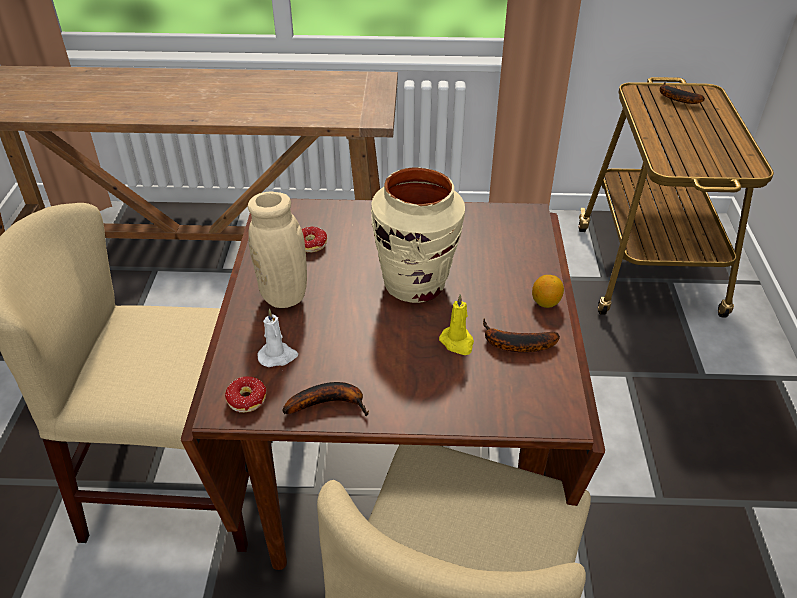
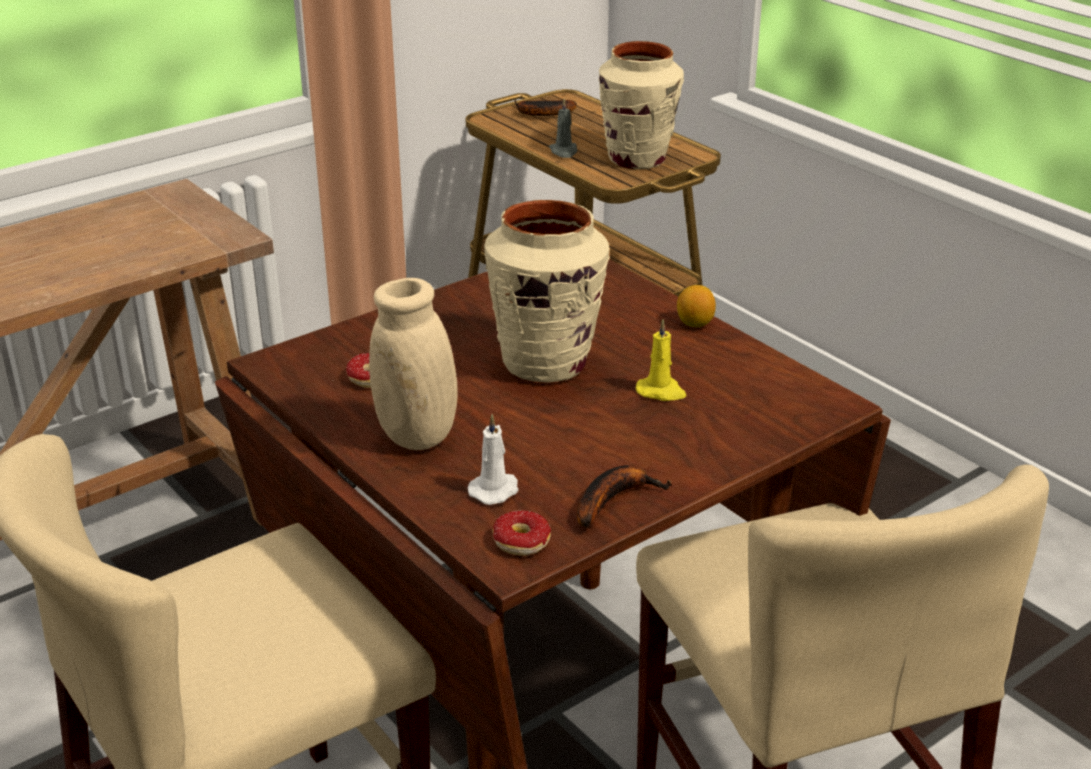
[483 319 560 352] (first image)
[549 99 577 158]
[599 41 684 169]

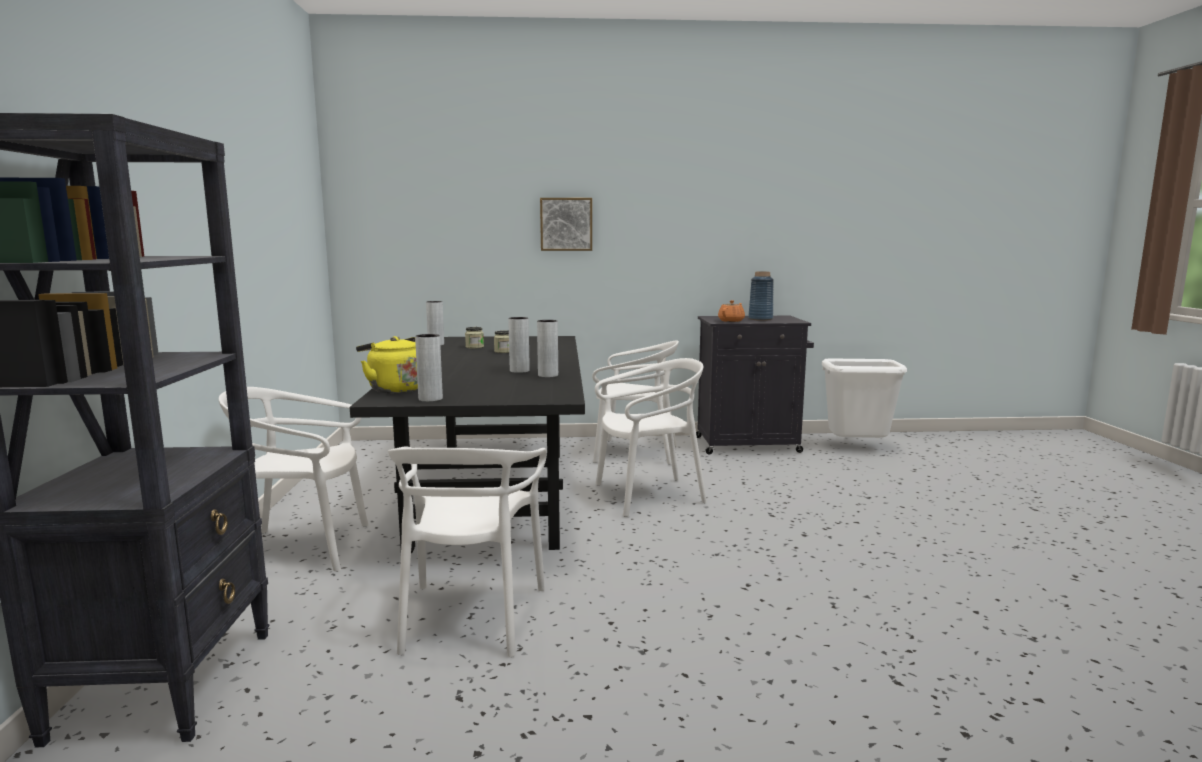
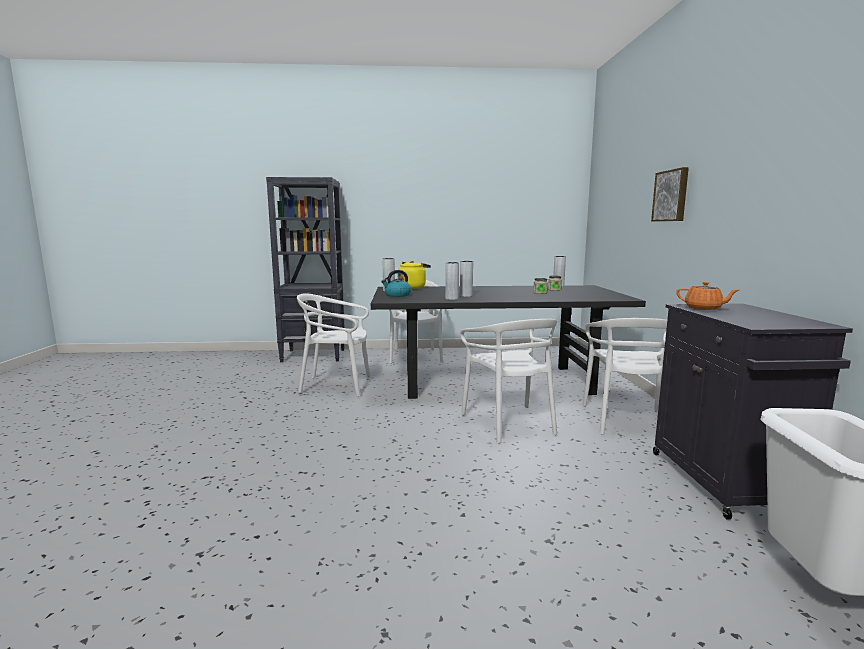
[748 271 774 321] (first image)
[381 270 411 297]

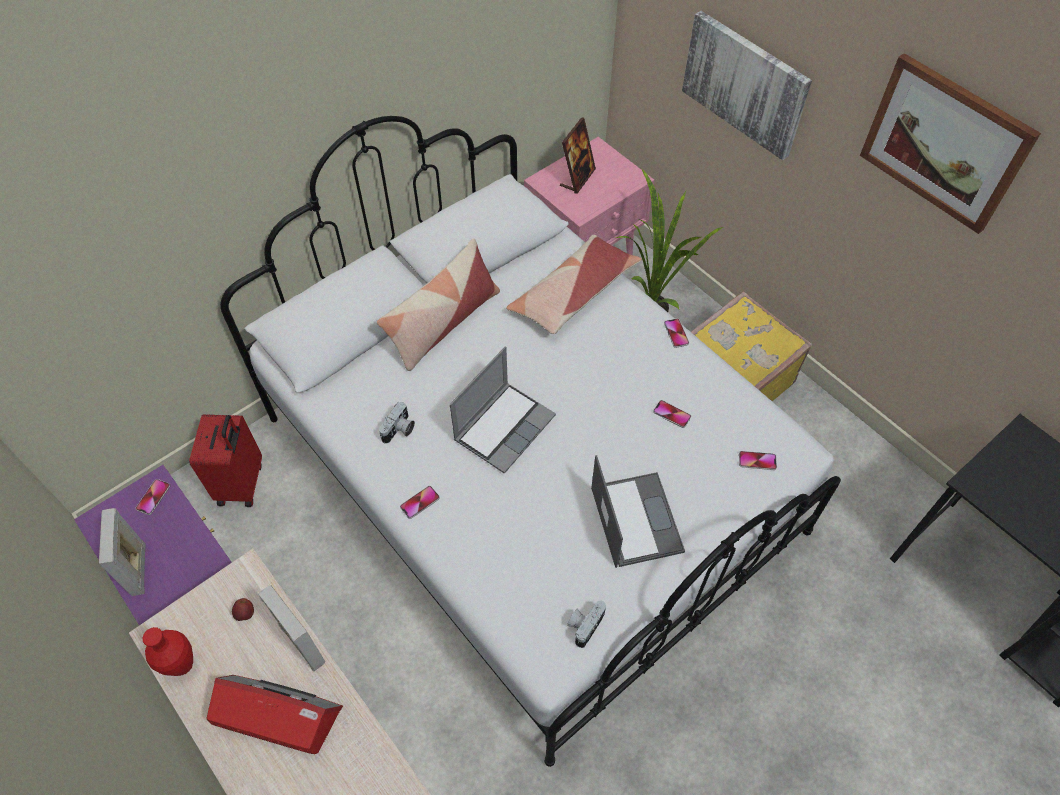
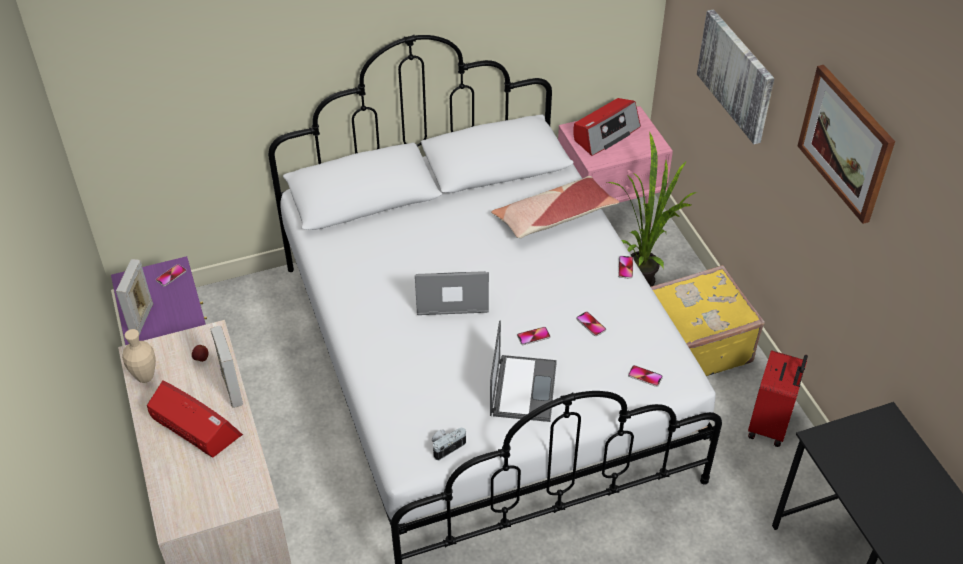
[377 238 500 371] (first image)
[379 402 415 444] (first image)
[748 350 808 447]
[517 327 550 345]
[573 98 641 156]
[122 329 156 383]
[415 271 489 315]

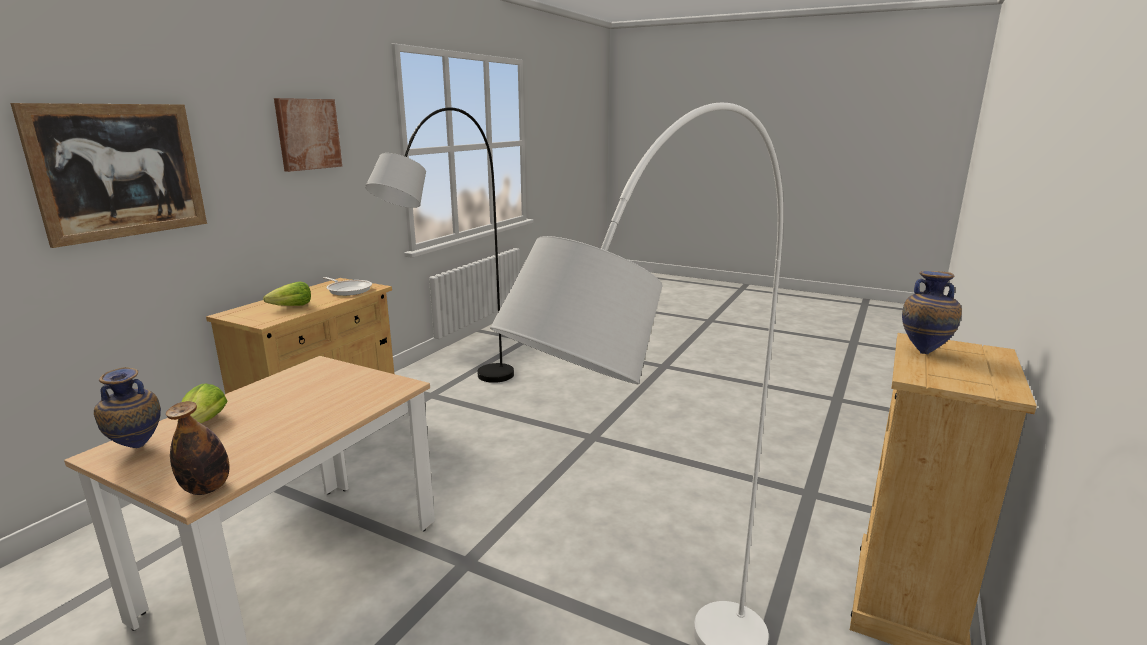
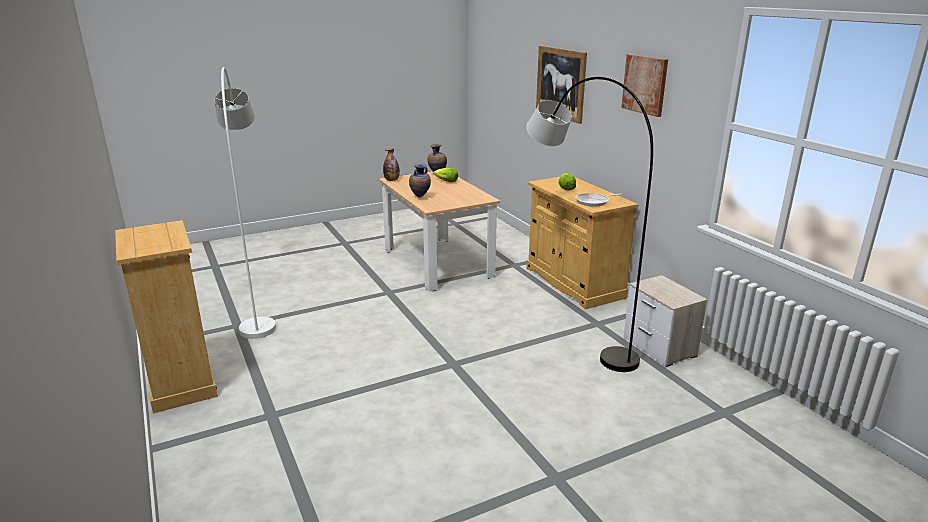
[624 275 708 367]
[409 163 431 198]

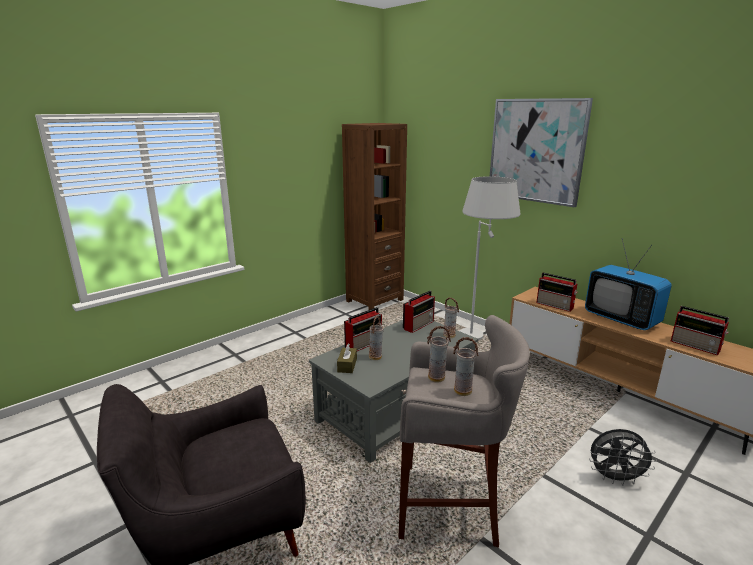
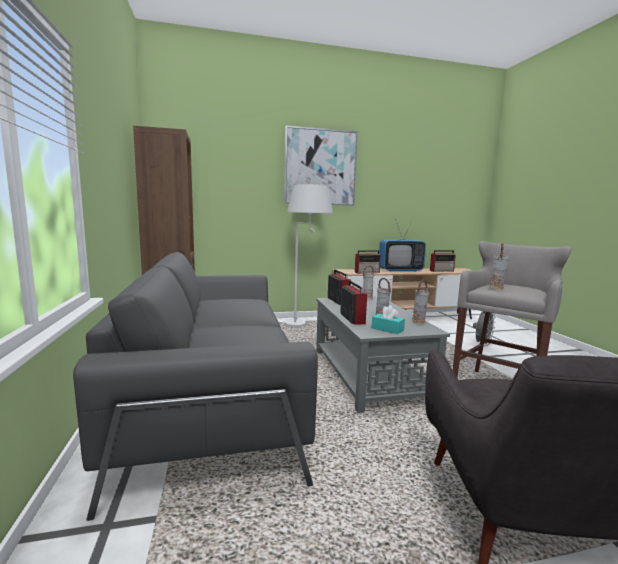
[73 252 318 521]
[412 280 429 324]
[372 305 405 334]

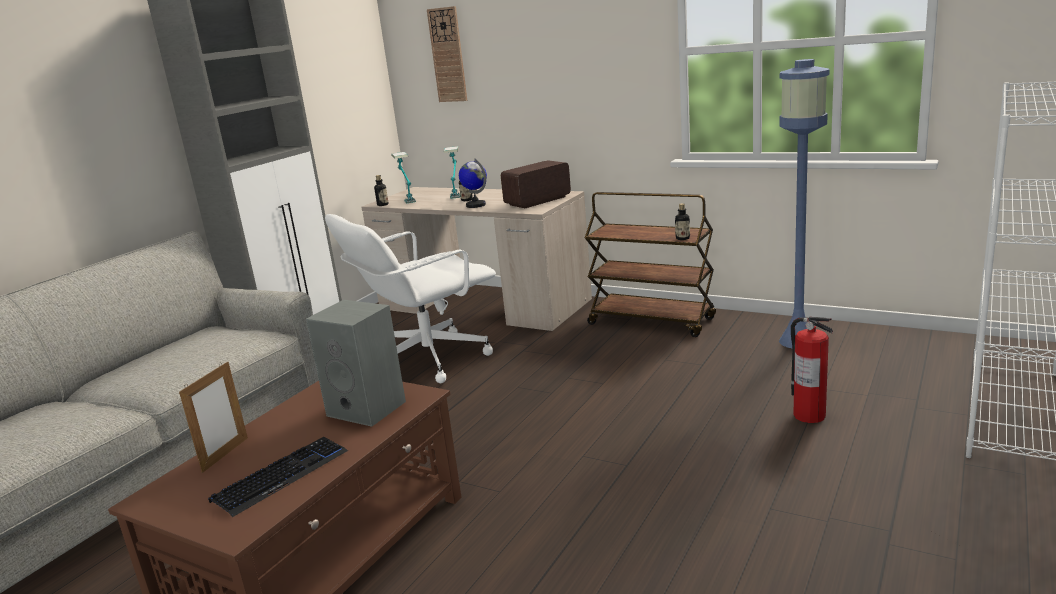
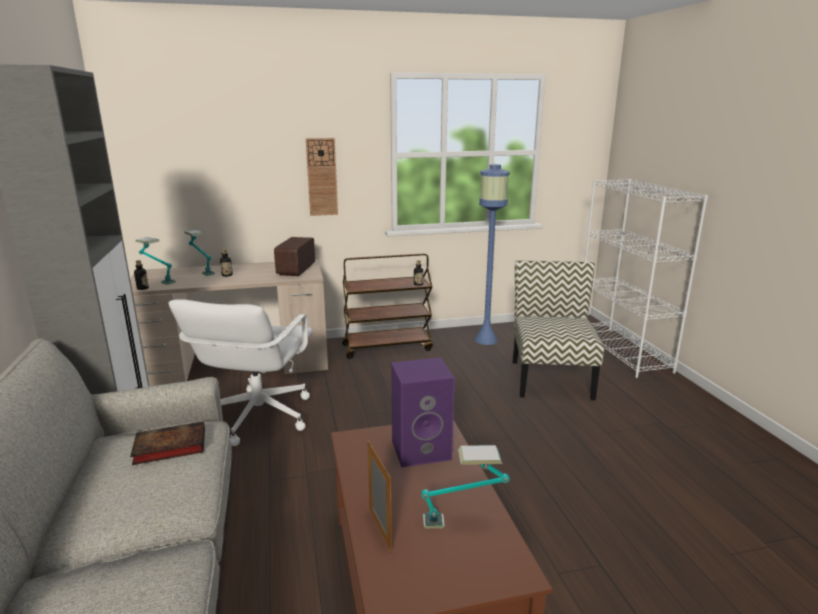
[459 159 487 208] (first image)
[130 421 205 465]
[306 138 338 216]
[421 445 510 529]
[513 261 604 400]
[391 357 455 467]

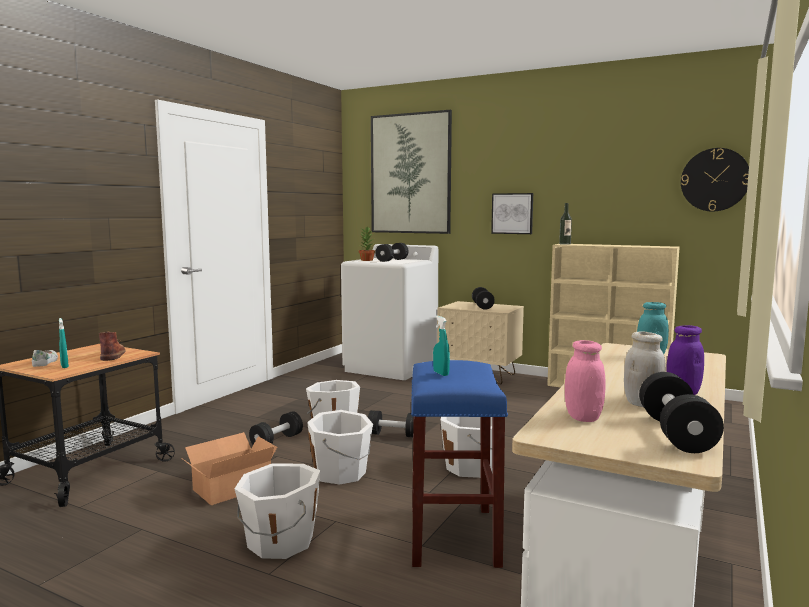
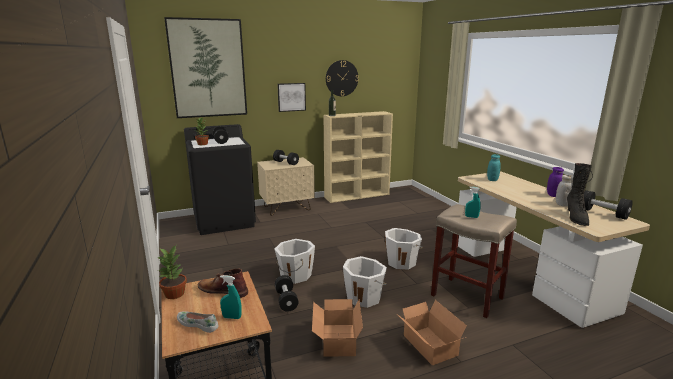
[368 410 414 437] (first image)
[157 246 187 299]
[326 60 359 96]
[398 300 467 365]
[567 163 593 226]
[184 124 256 235]
[431 204 517 318]

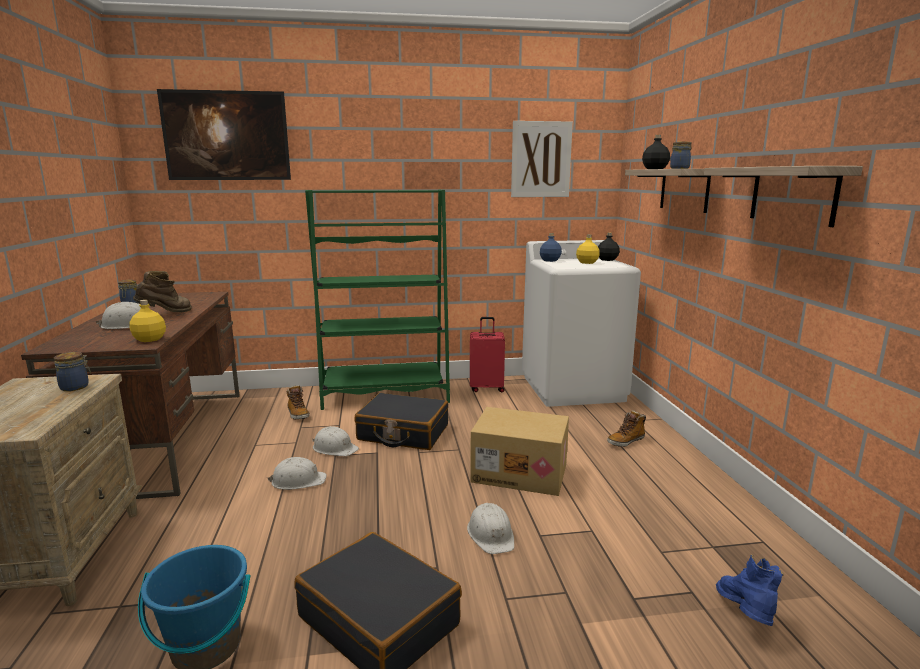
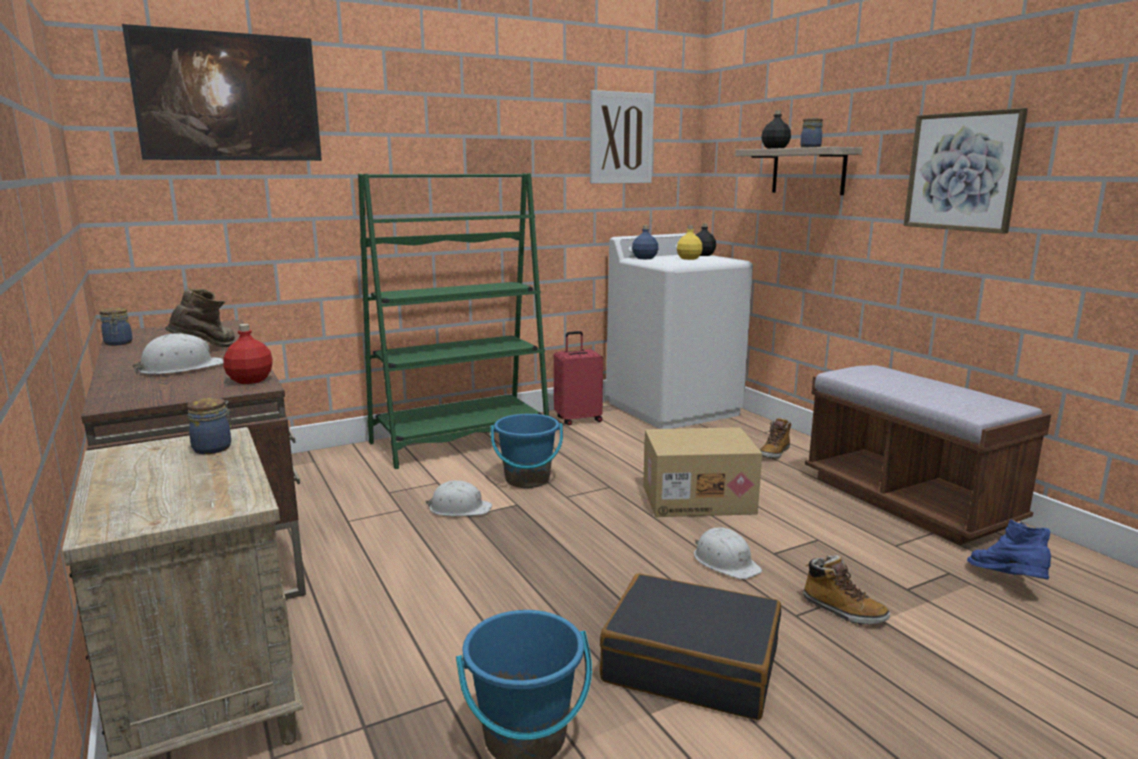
[267 457 327 490] (first image)
[805 365 1051 545]
[803 555 890 625]
[491 414 563 488]
[904 108 1028 234]
[224 324 273 384]

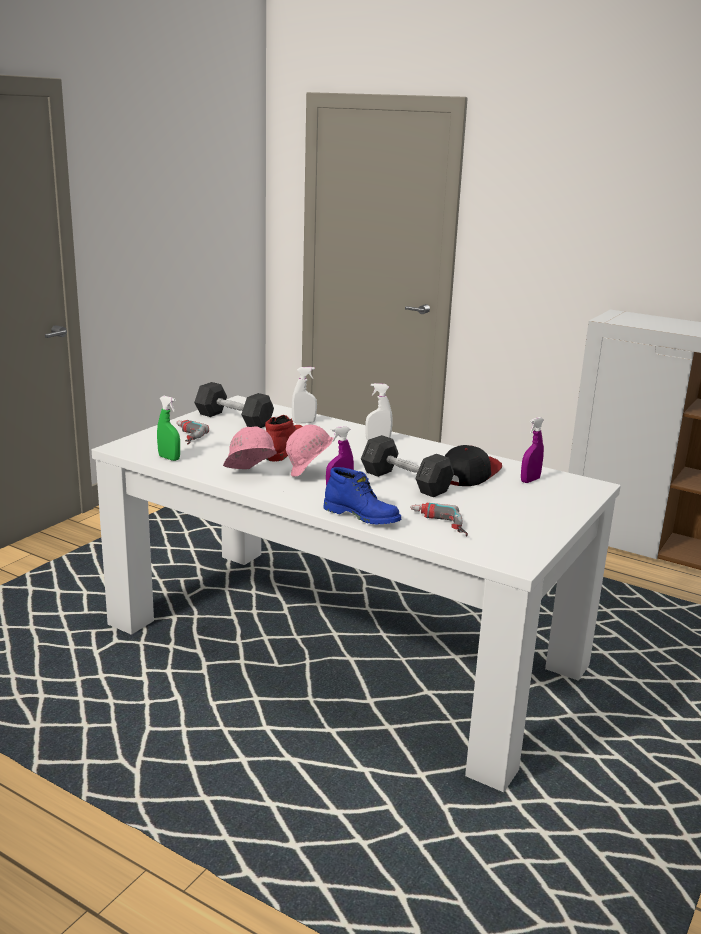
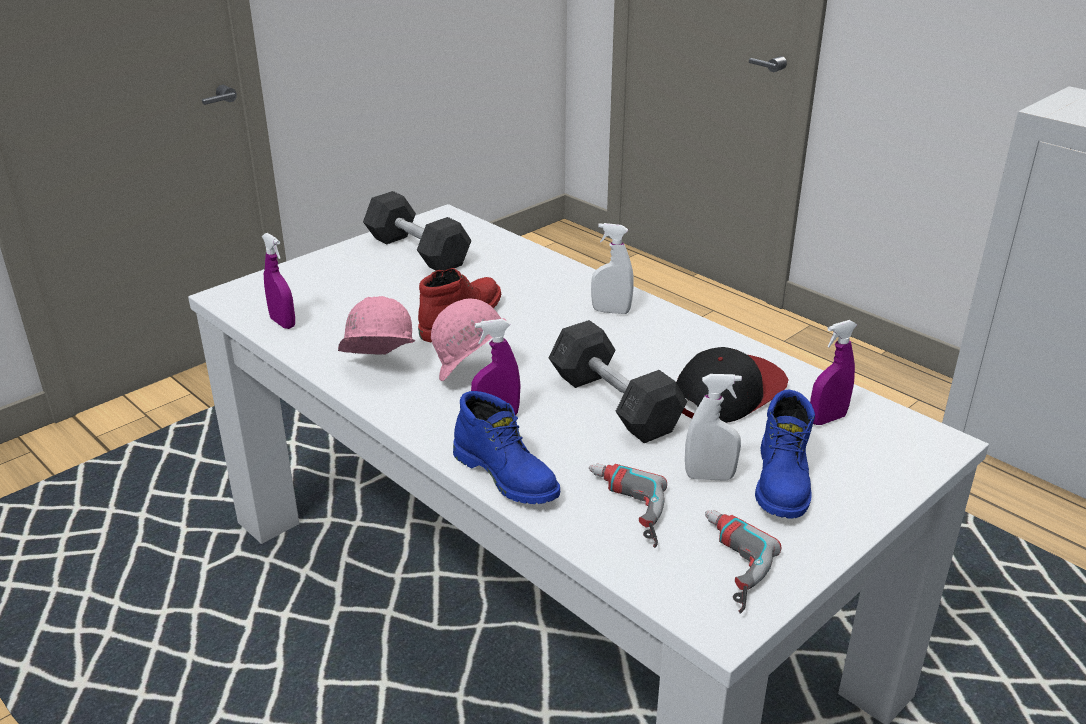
[755 390 815 519]
[705 510 781 613]
[685 374 742 481]
[262 233 295 329]

